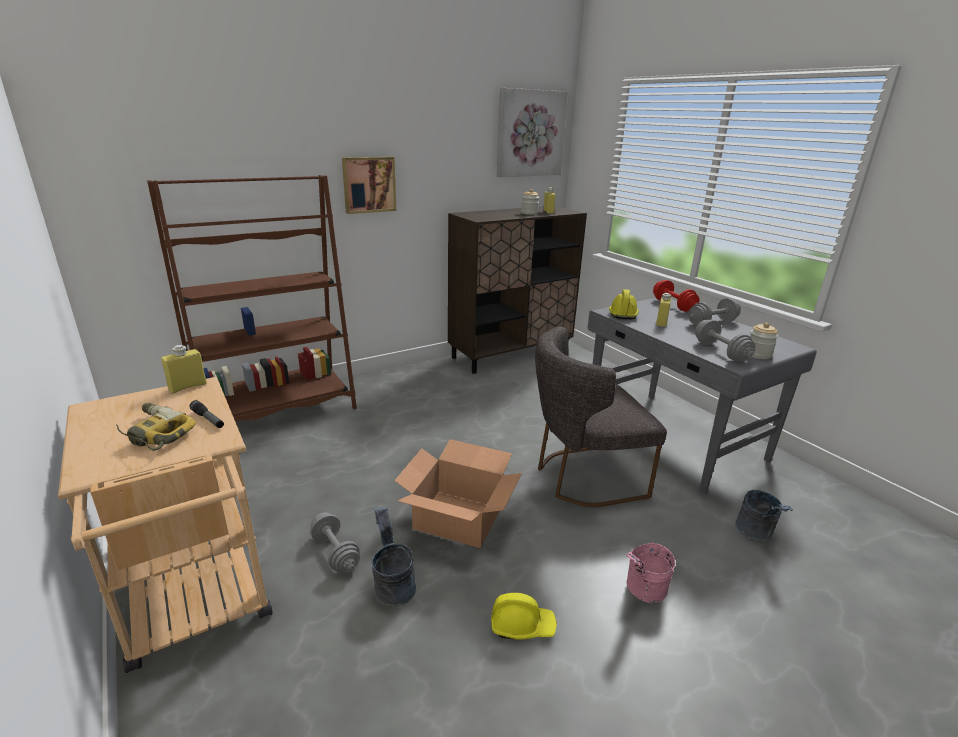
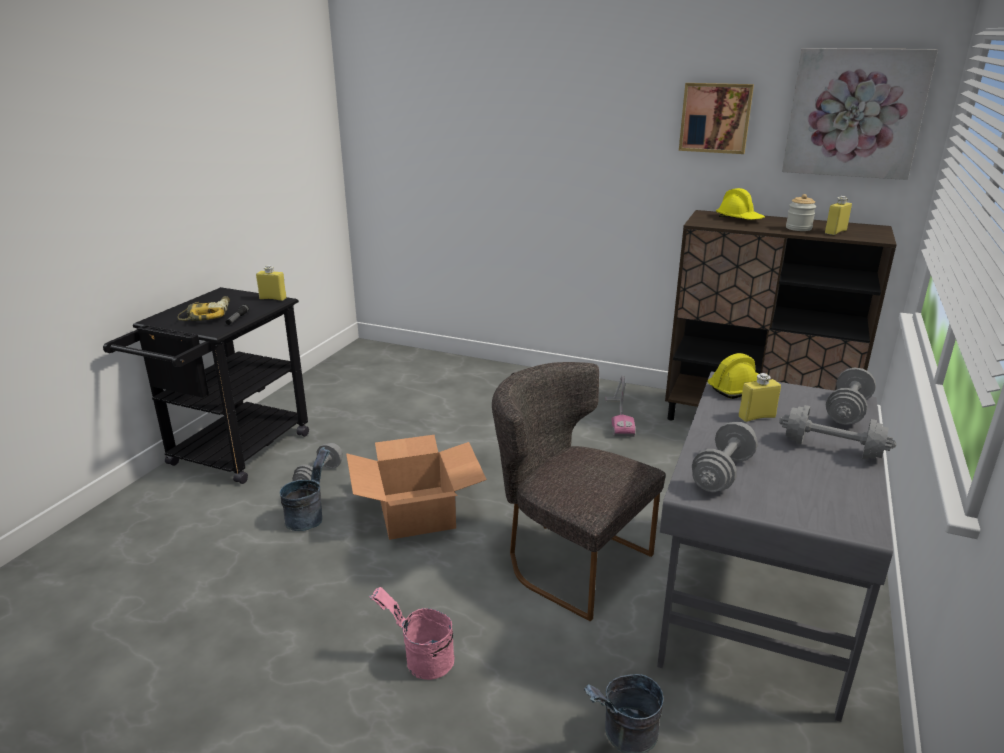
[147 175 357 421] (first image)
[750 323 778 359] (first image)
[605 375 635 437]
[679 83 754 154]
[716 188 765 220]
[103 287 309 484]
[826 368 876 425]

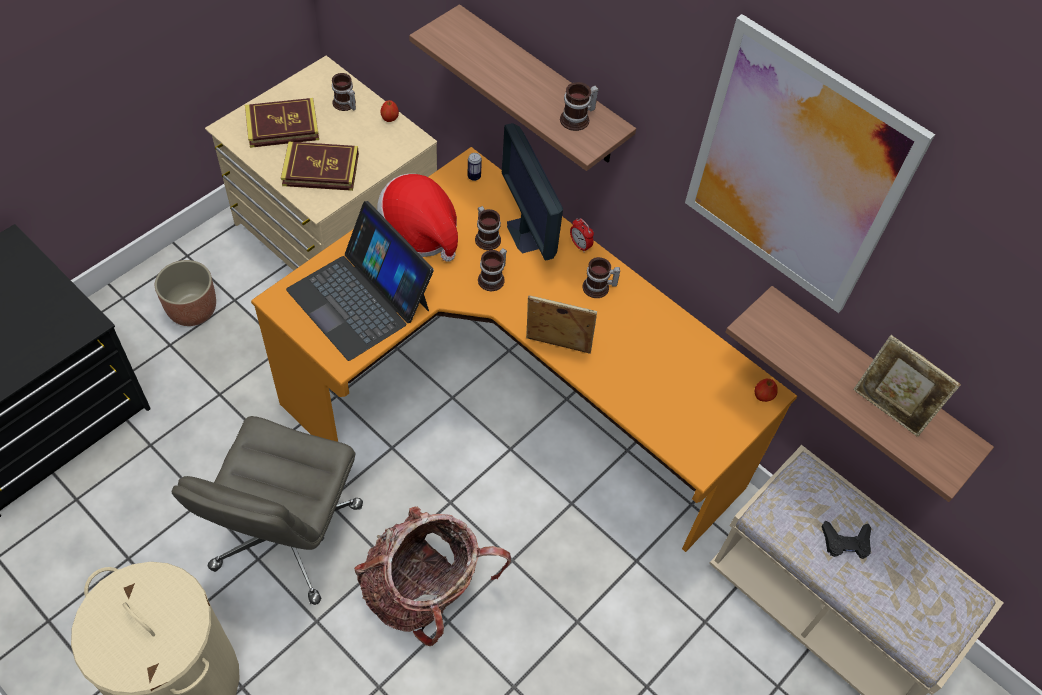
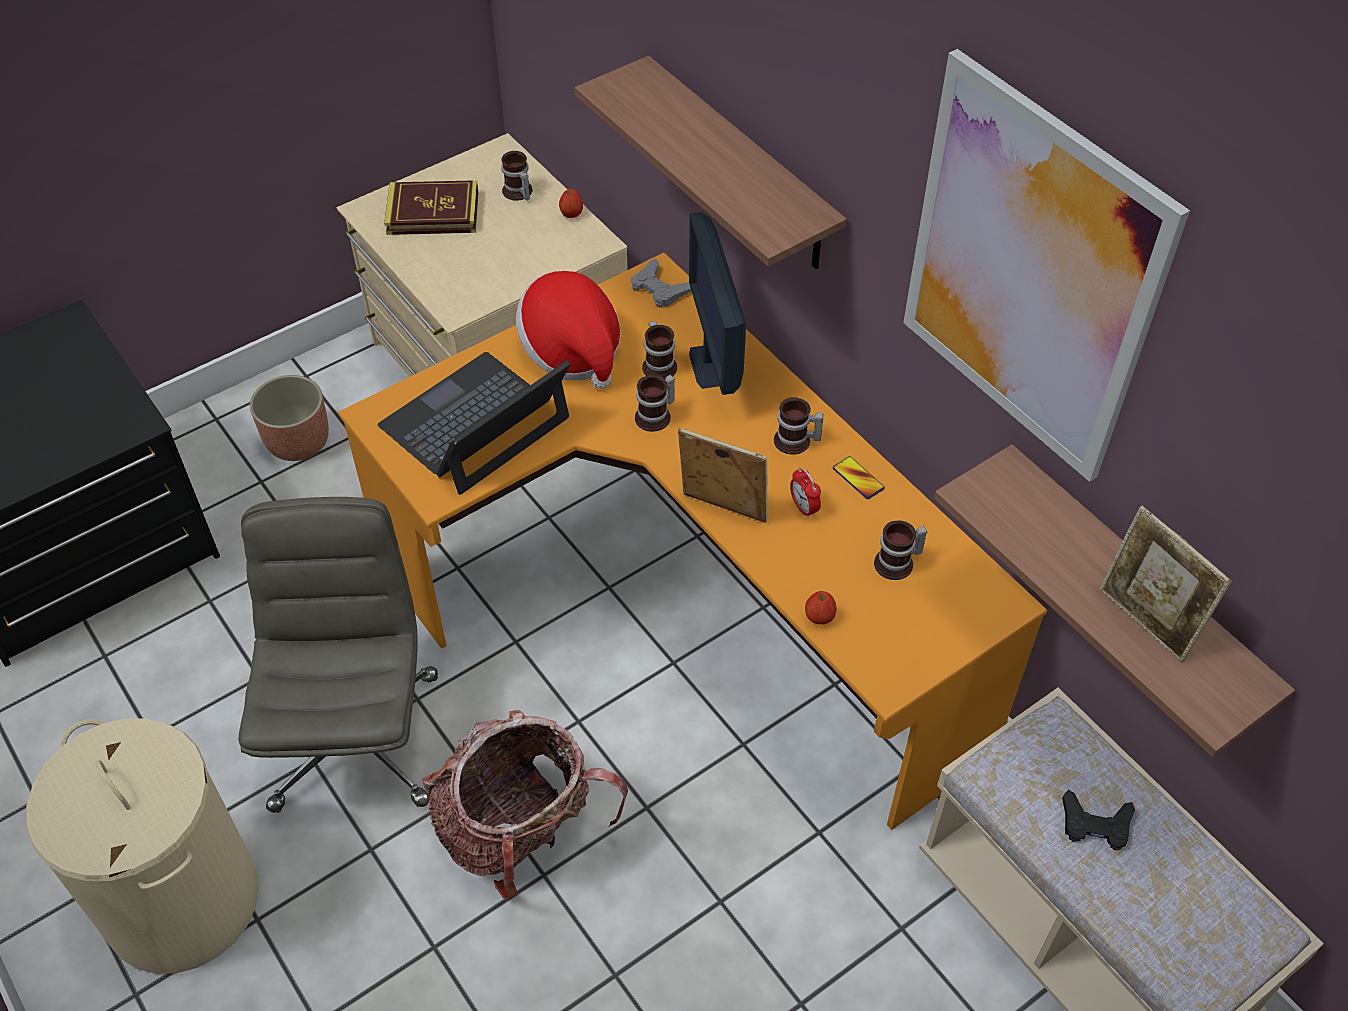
[281 141 359 191] (first image)
[833 456 885 499]
[874 521 927 580]
[790 468 821 519]
[805 591 837 625]
[631 259 691 308]
[238 497 438 813]
[378 352 571 495]

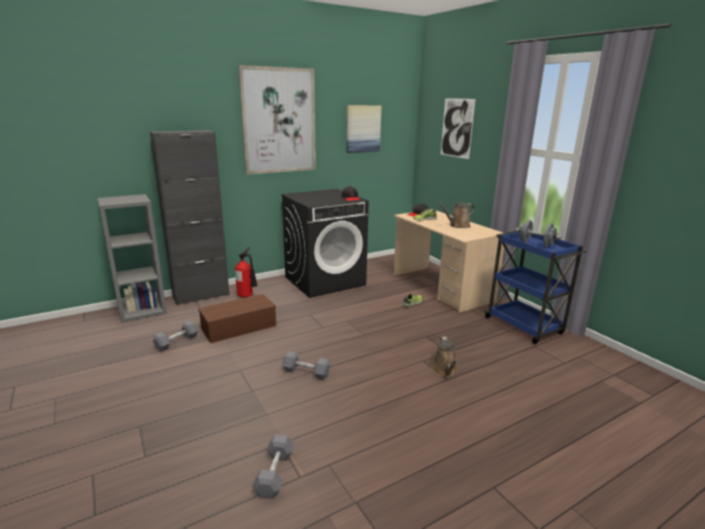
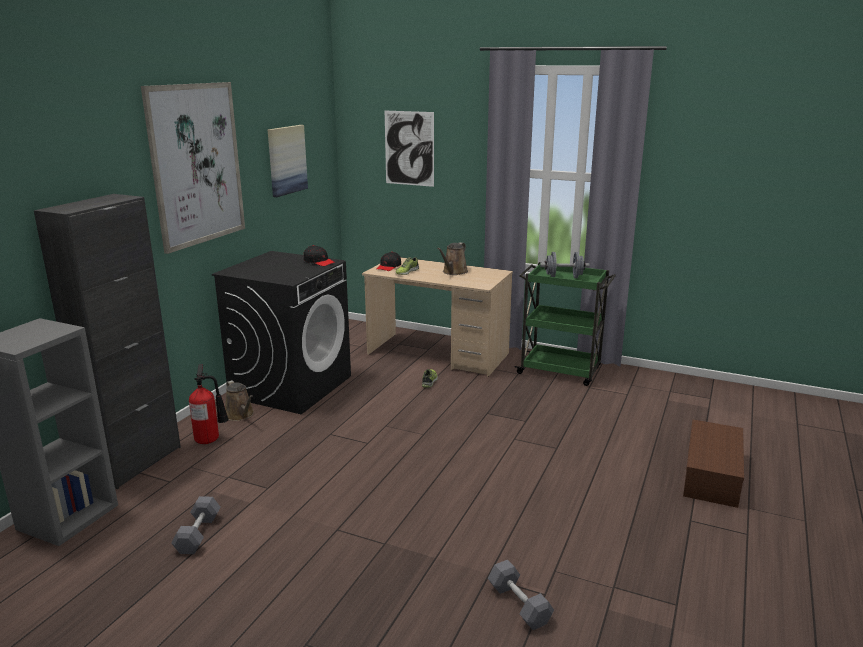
[282 351 330 380] (first image)
[683 419 744 508]
[225 380 254 421]
[515 262 616 386]

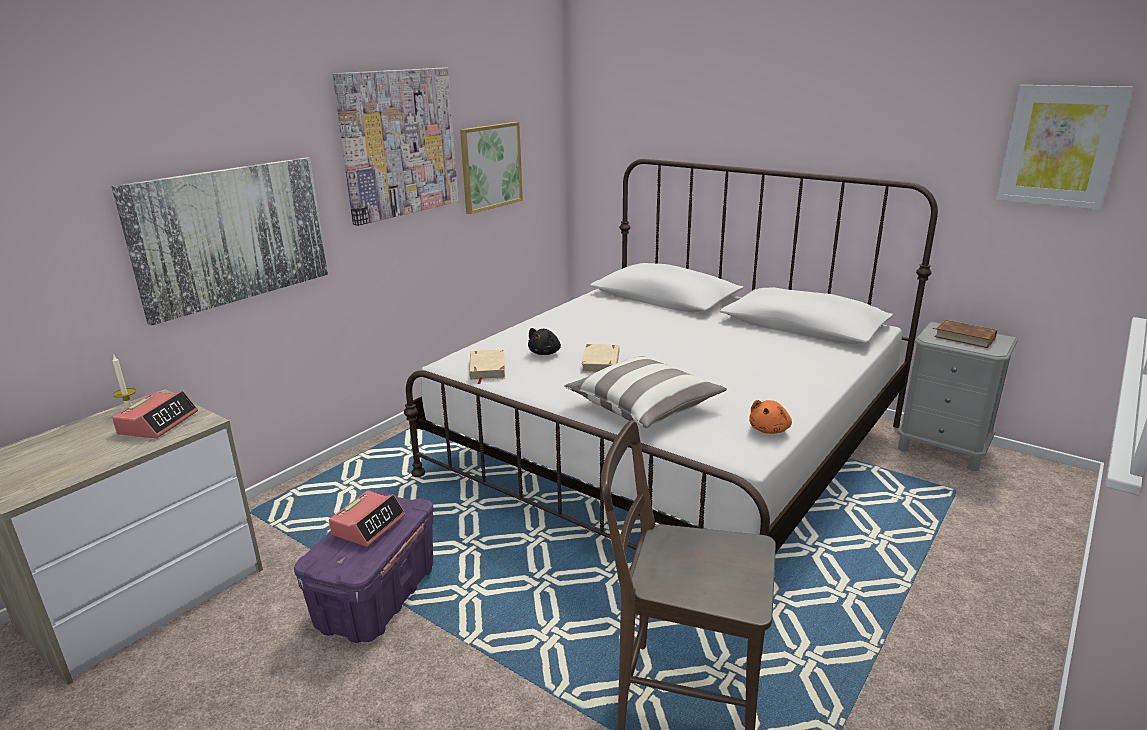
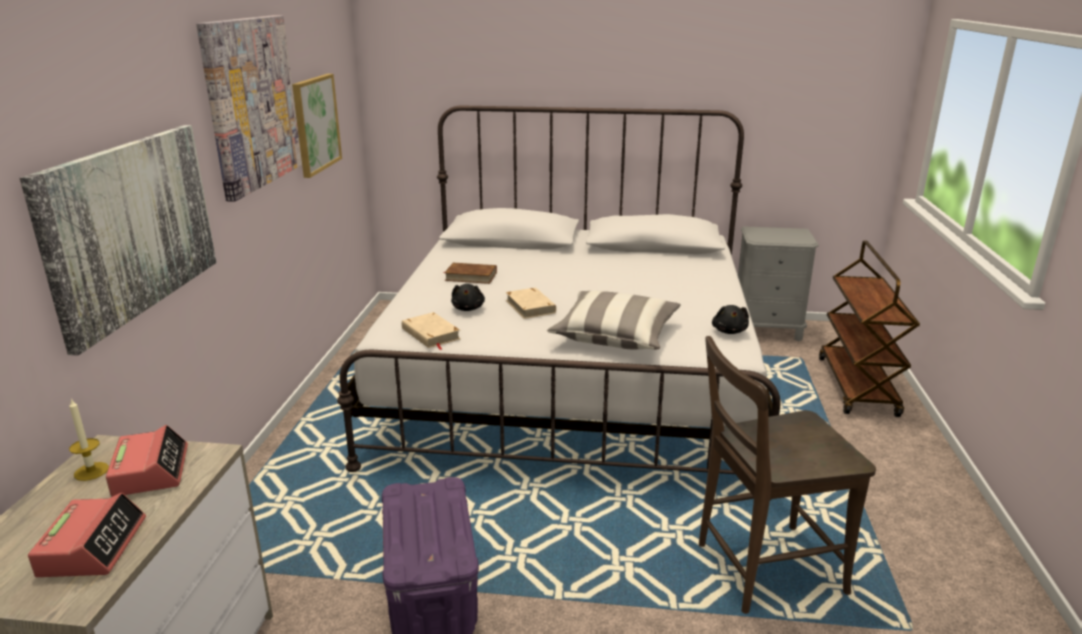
[996 85 1133 210] (first image)
[819 240 920 417]
[28 493 146 577]
[443 263 497 284]
[712 305 749 334]

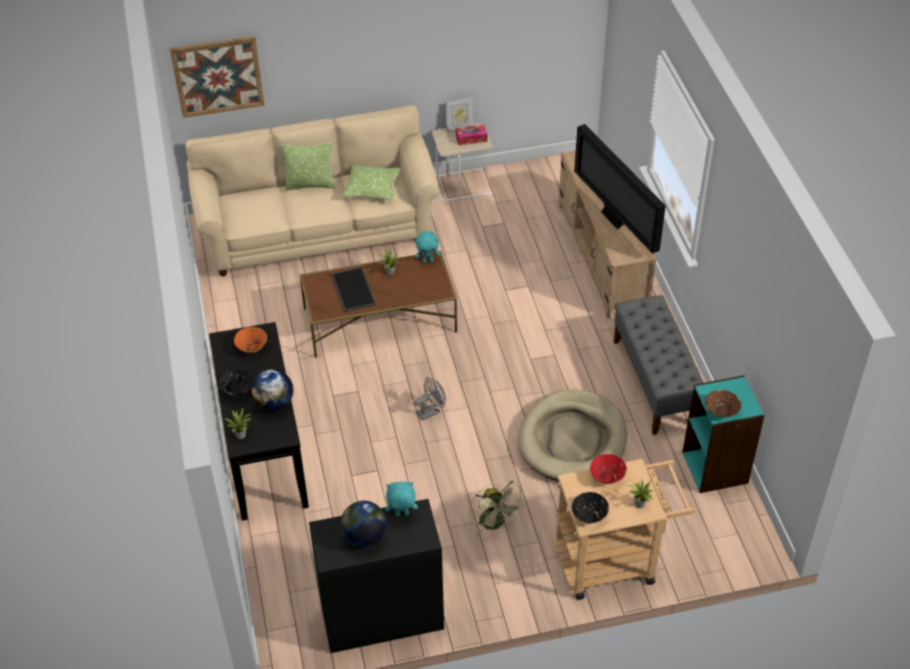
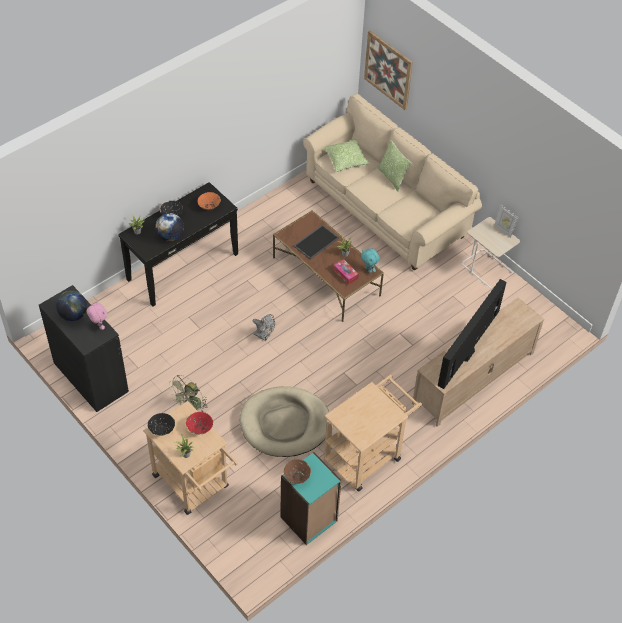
[324 139 370 172]
[333 259 359 285]
[324 375 422 491]
[87 301 107 330]

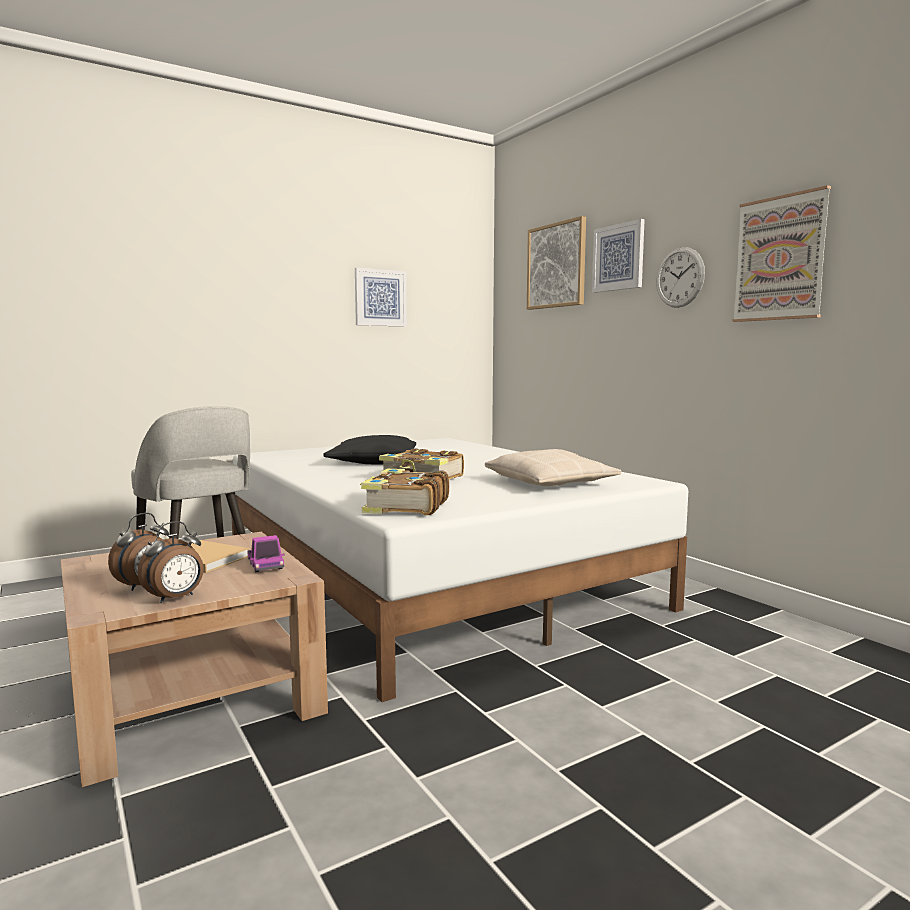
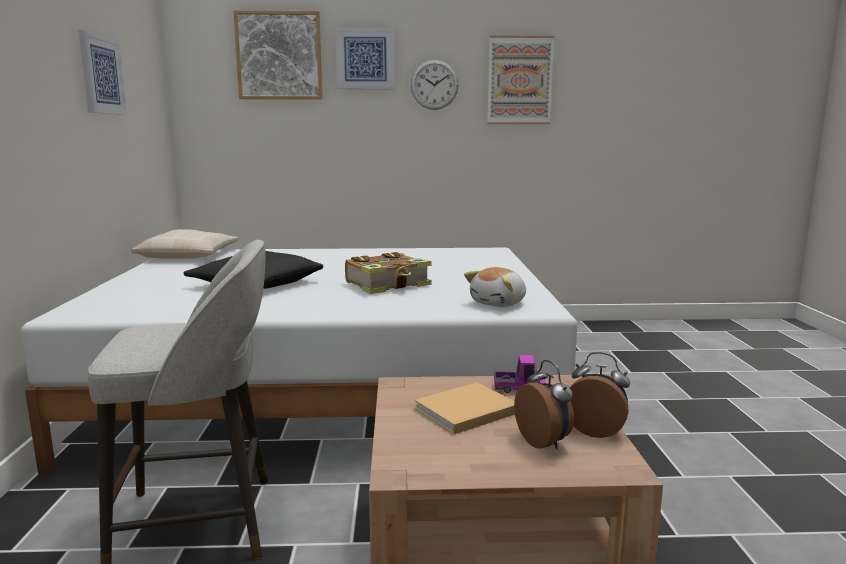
[131 229 239 259]
[464 267 526 307]
[569 352 630 438]

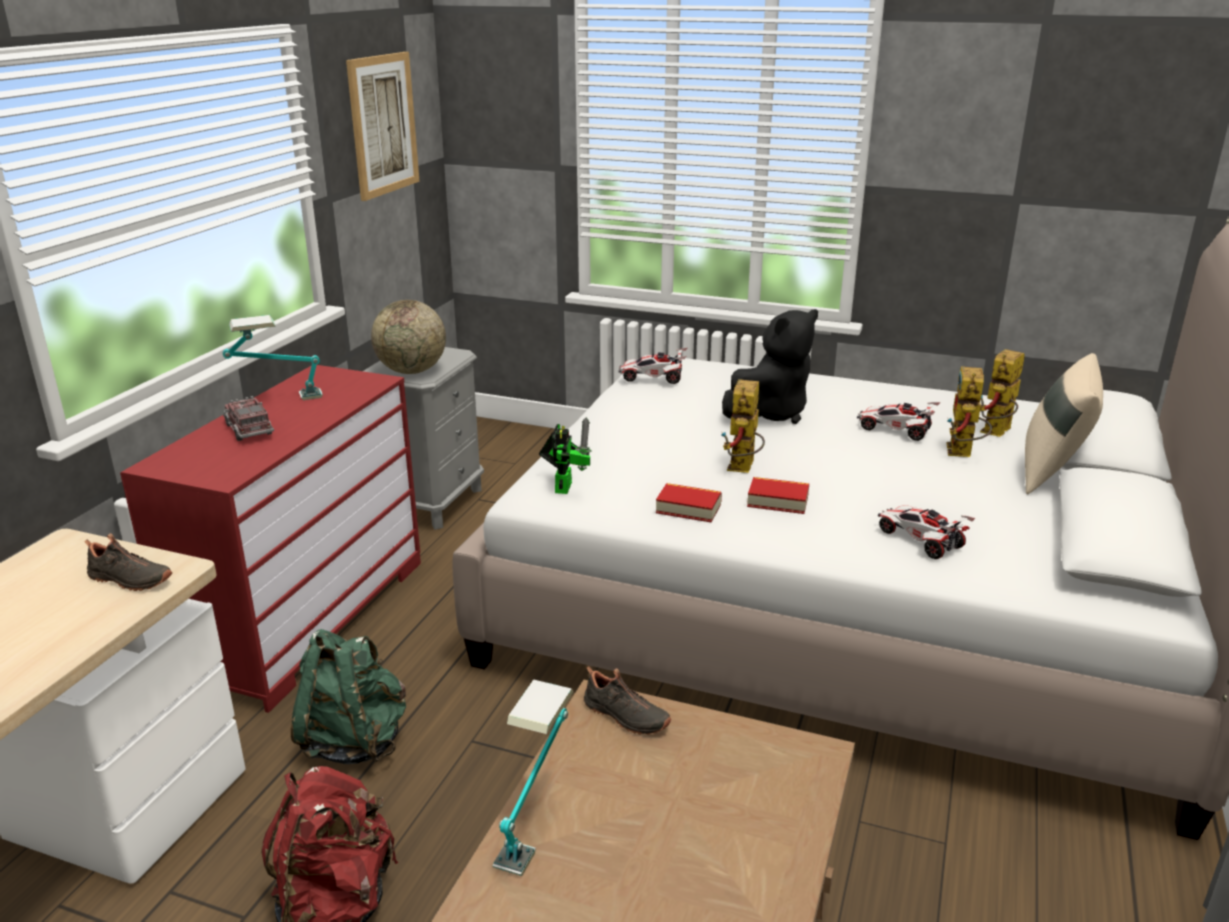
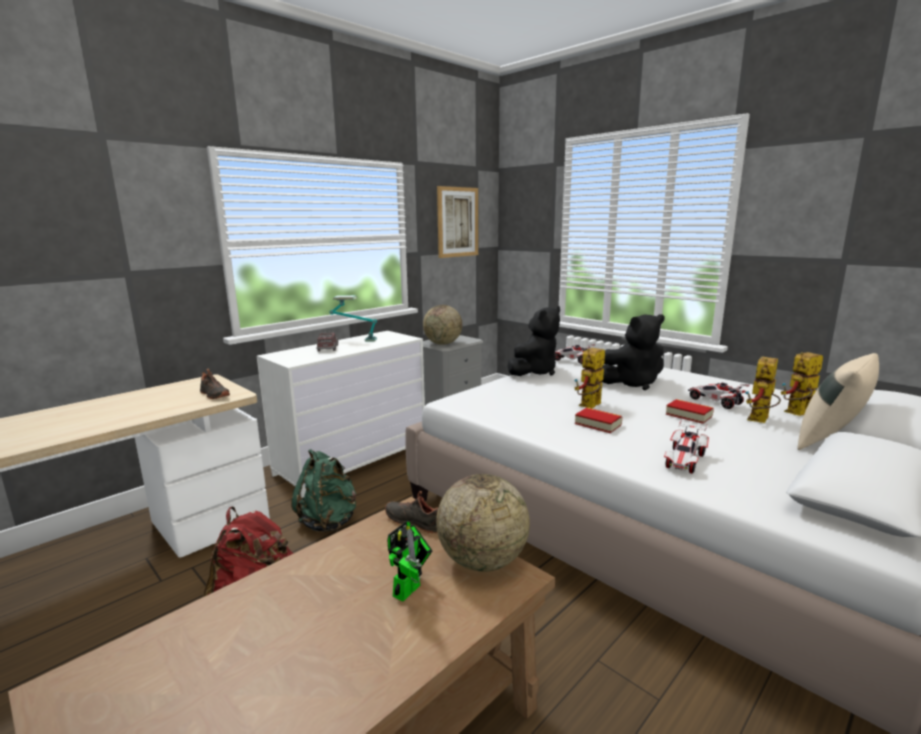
[493 679 573 876] (first image)
[436 474 530 572]
[507 306 560 376]
[387 521 432 601]
[666 399 714 424]
[257 331 425 498]
[385 491 438 534]
[664 420 709 474]

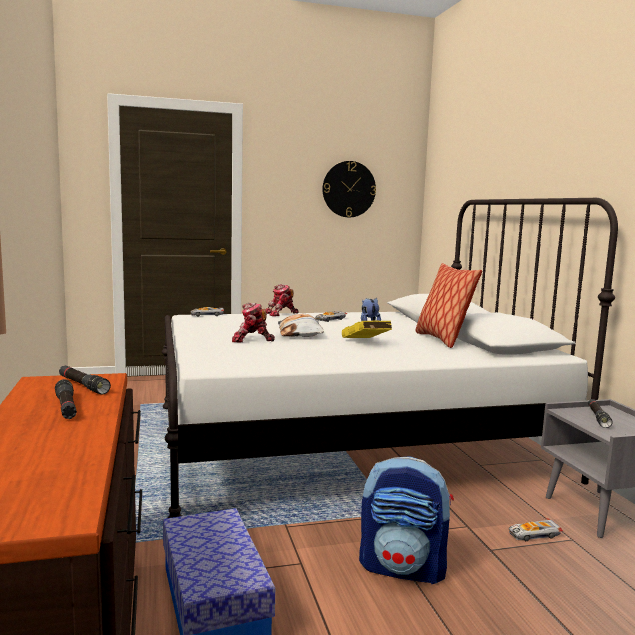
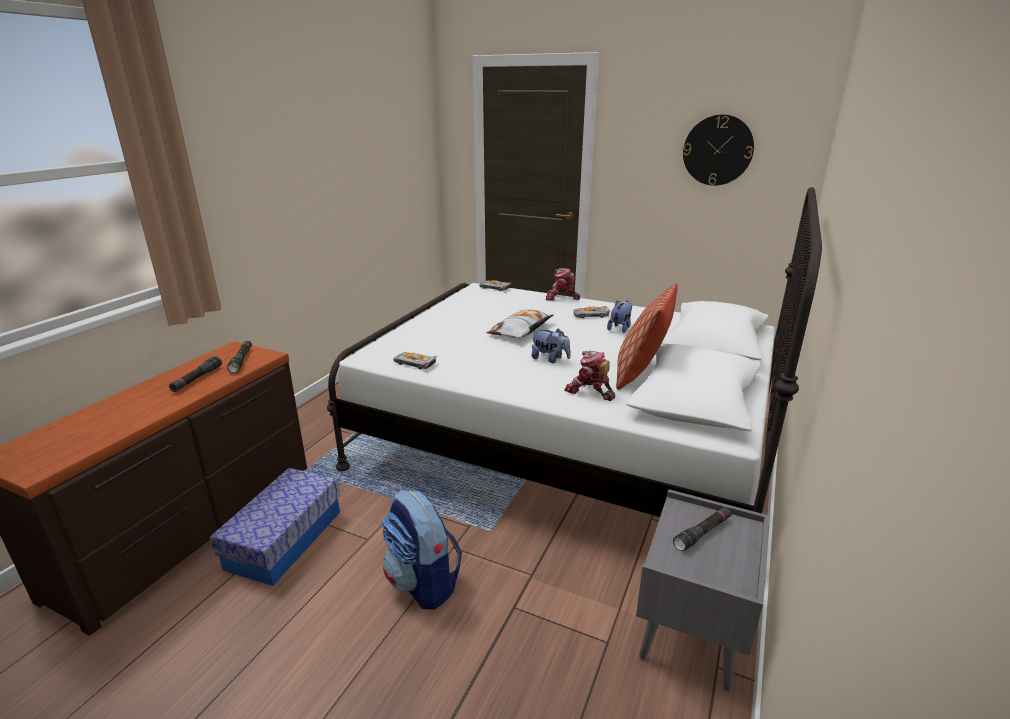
[564 350 615 401]
[394 352 437 369]
[532 328 571 363]

